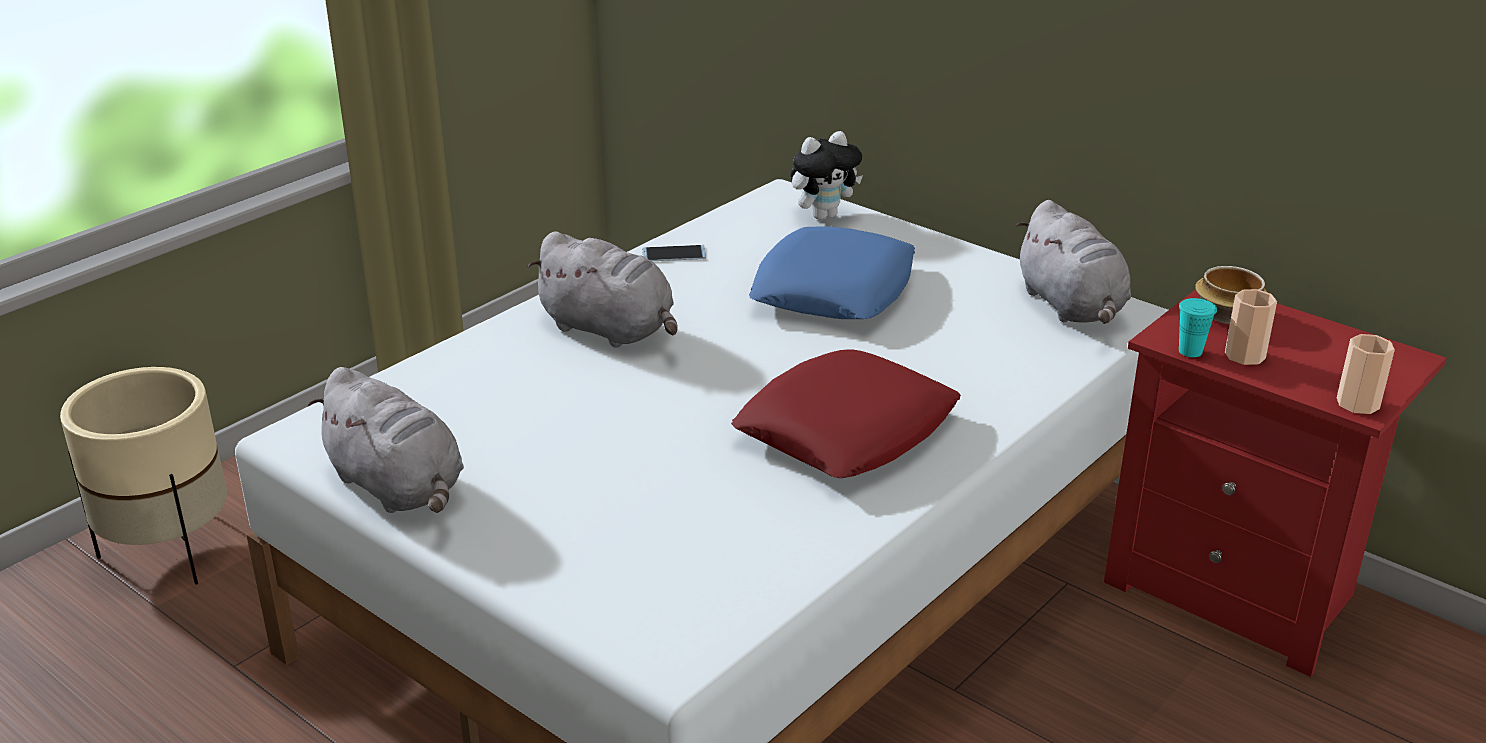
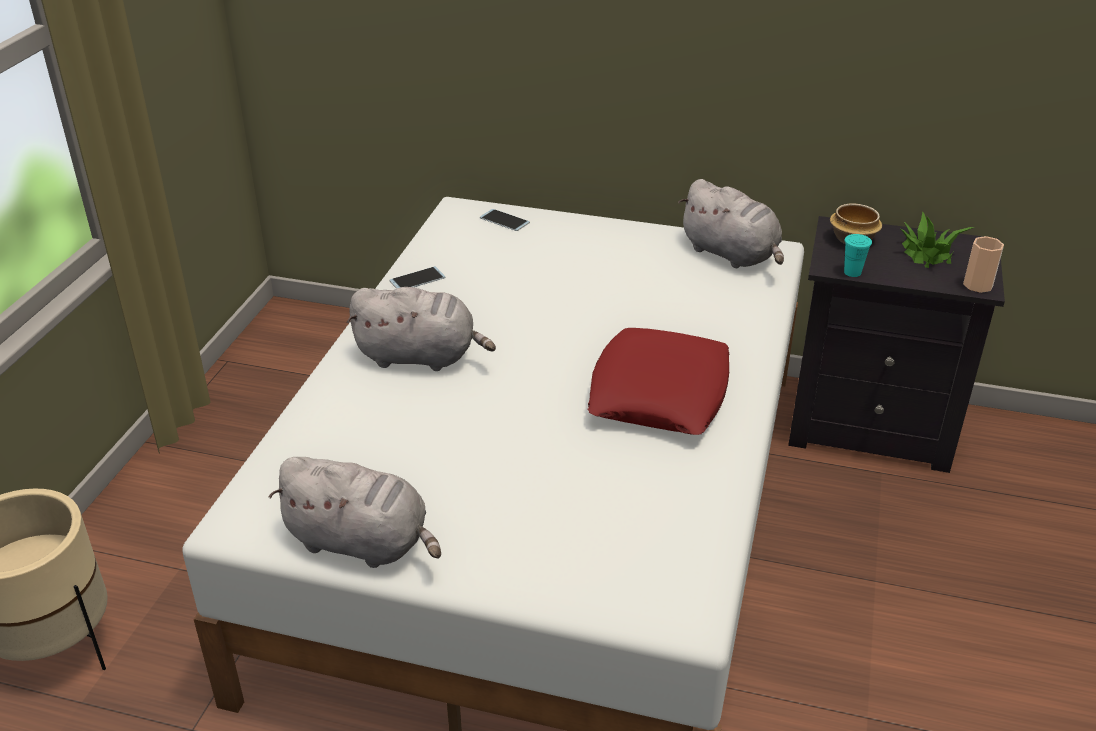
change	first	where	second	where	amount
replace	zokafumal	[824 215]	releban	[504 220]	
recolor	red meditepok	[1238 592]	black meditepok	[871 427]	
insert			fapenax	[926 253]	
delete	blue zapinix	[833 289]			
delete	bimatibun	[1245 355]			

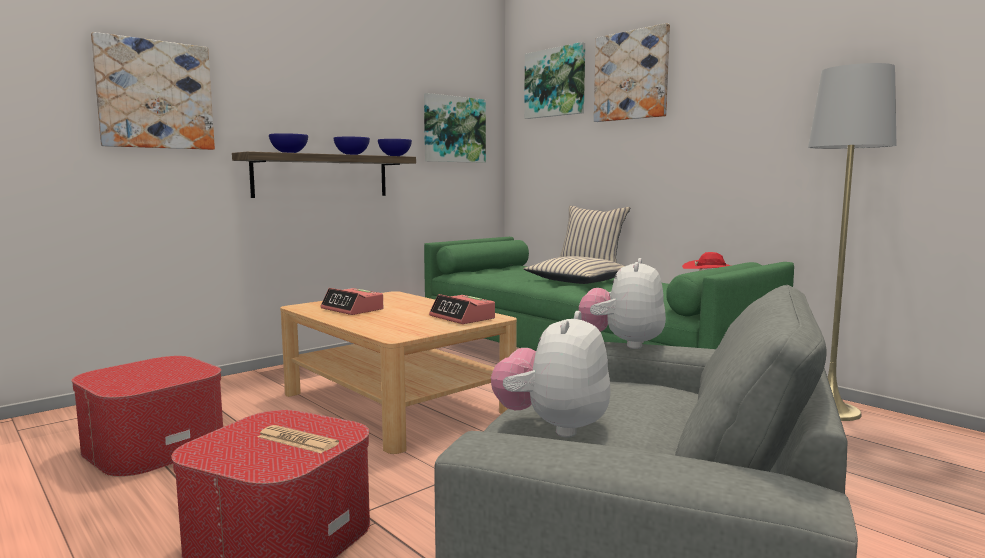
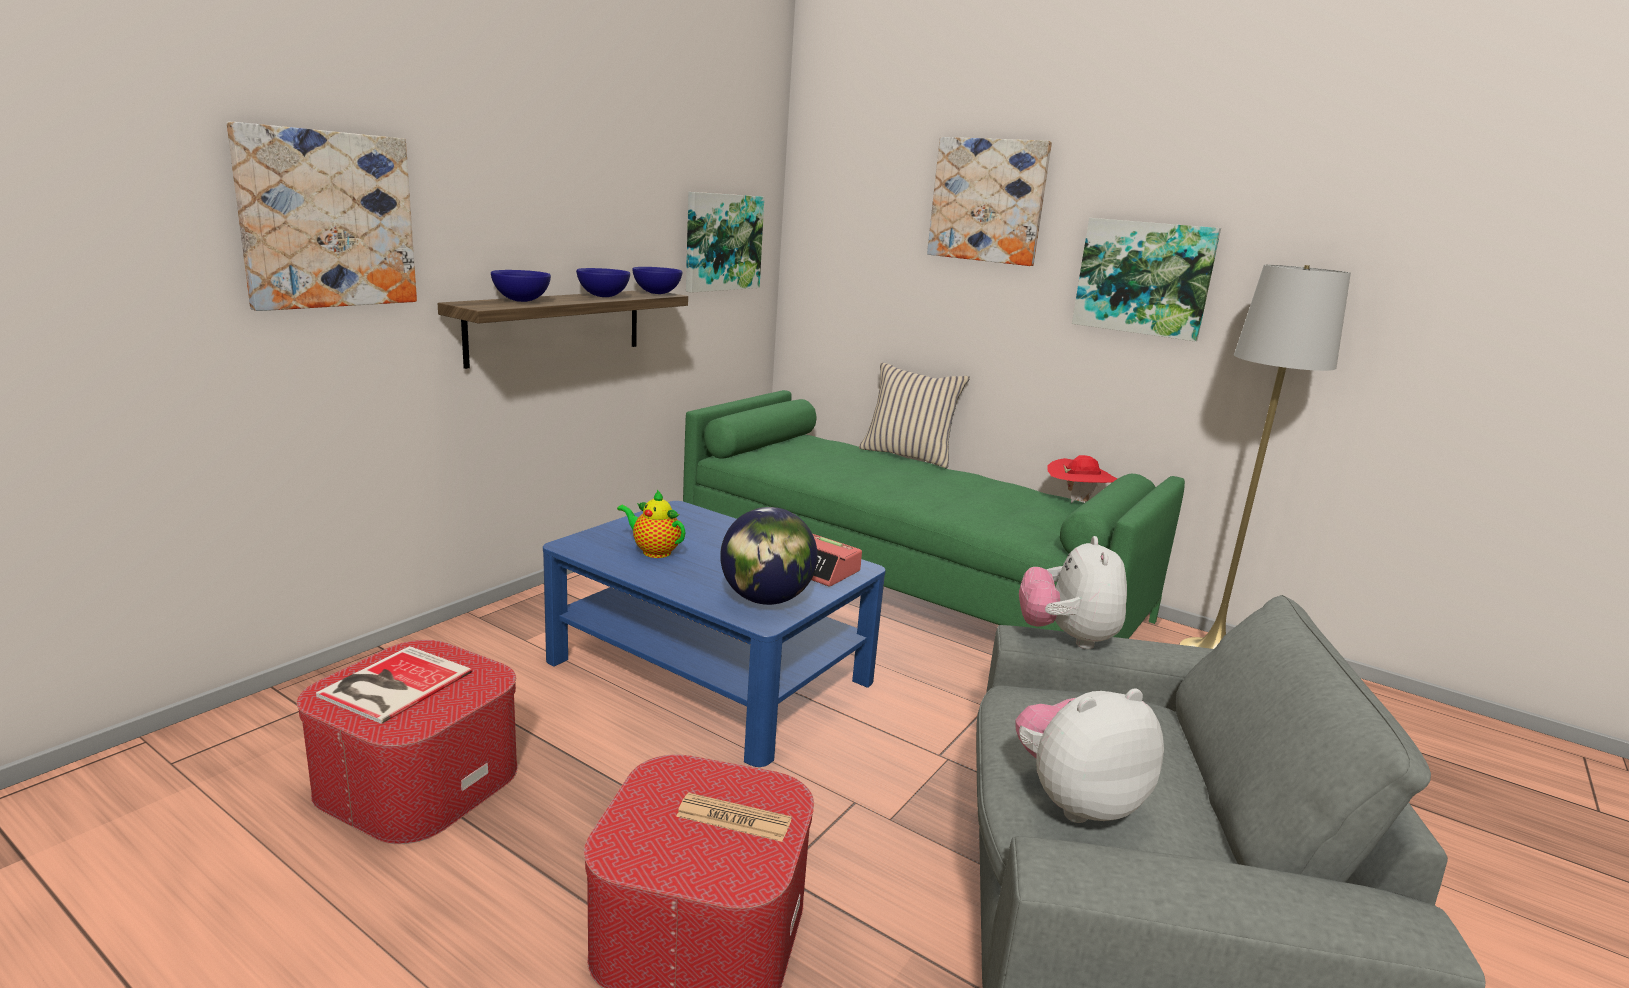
change	first	where	second	where	amount
insert			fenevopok	[392 685]	
recolor	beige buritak	[396 403]	blue buritak	[711 670]	
replace	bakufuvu	[352 309]	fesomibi	[654 551]	
insert			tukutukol	[766 600]	
rotate	zokafumal	[553 427]		[1075 801]	60 degrees clockwise
move	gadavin	[555 82]		[1144 278]	
delete	beige zapinix	[577 281]			

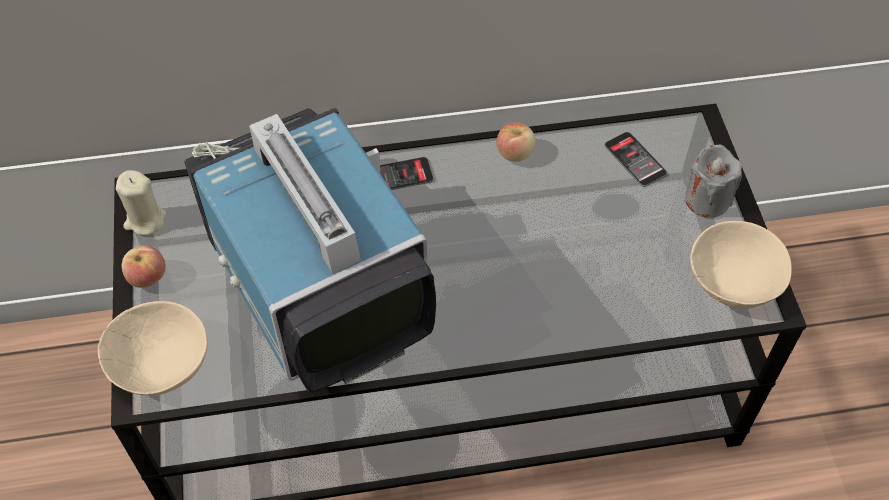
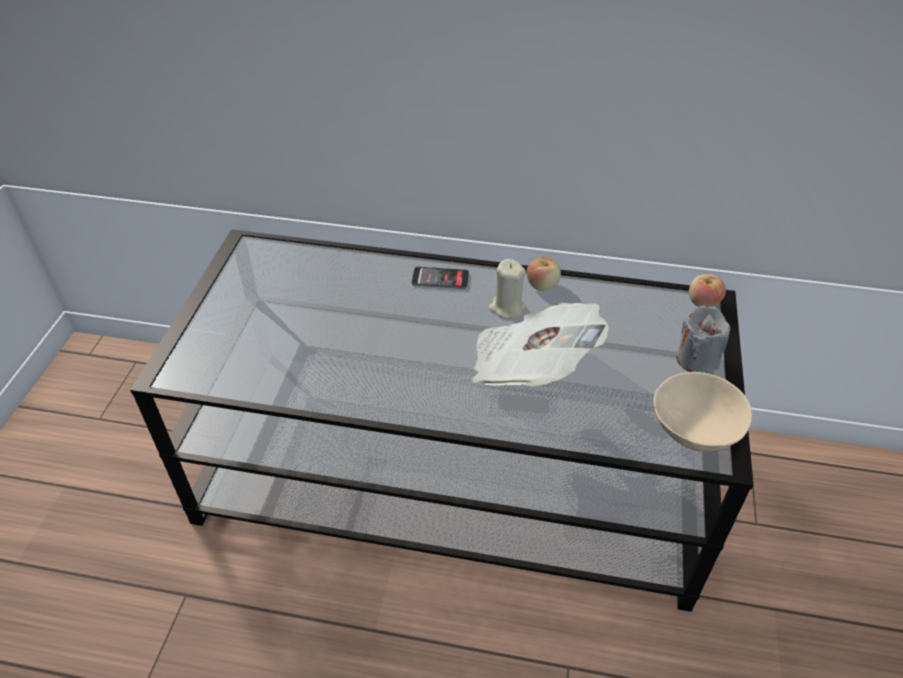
change	first	where	second	where	amount
insert			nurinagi	[530 367]	
move	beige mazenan	[145 220]		[507 307]	
move	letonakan	[147 277]		[702 302]	
delete	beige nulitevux	[160 363]			
delete	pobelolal	[313 274]			
delete	releban	[635 160]			

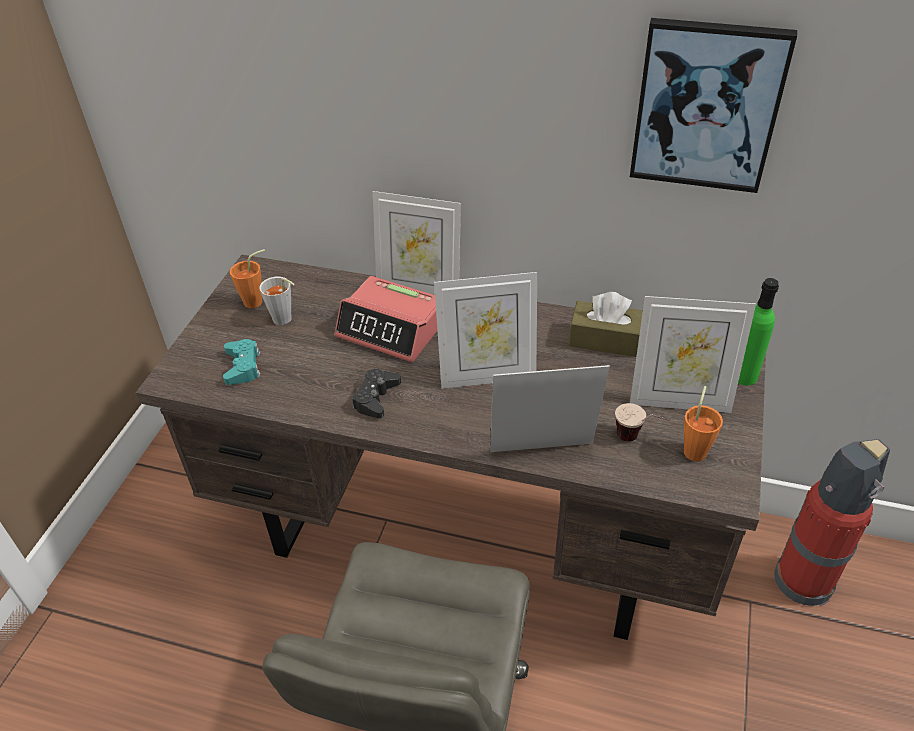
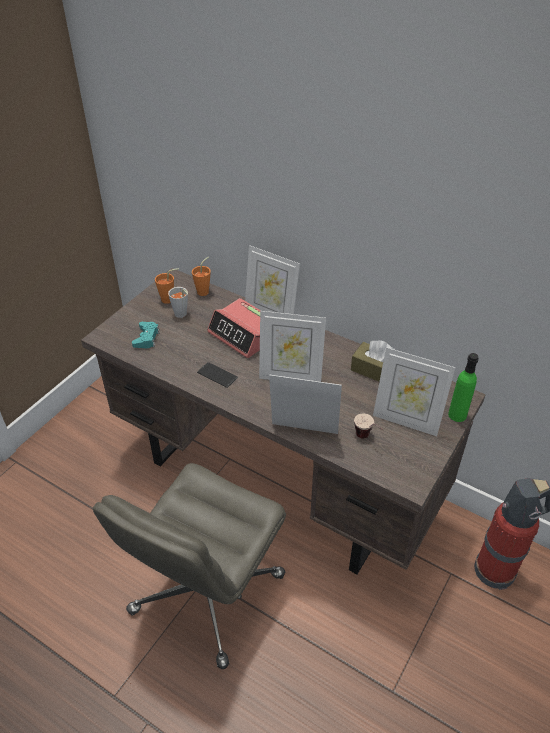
change	first	where	second	where	amount
move	orange bimatibun	[696 448]		[205 291]	
replace	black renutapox	[376 398]	releban	[217 375]	
delete	gadavin	[707 106]			

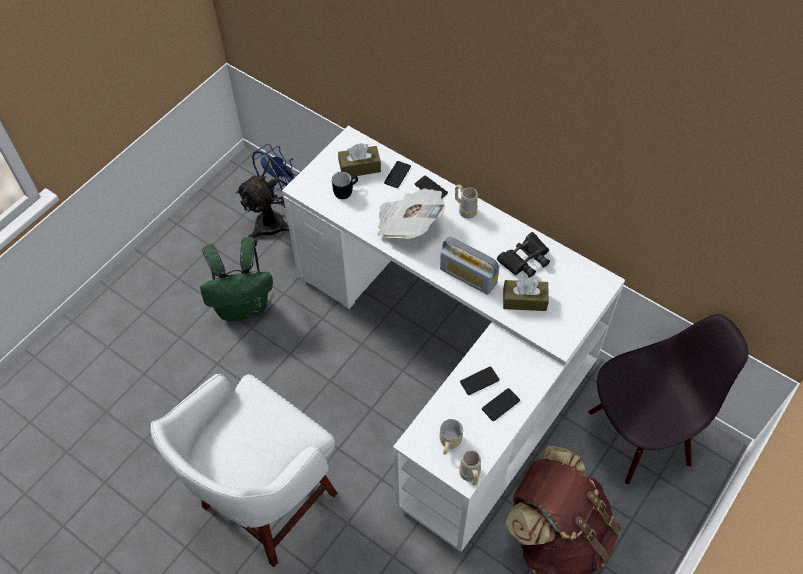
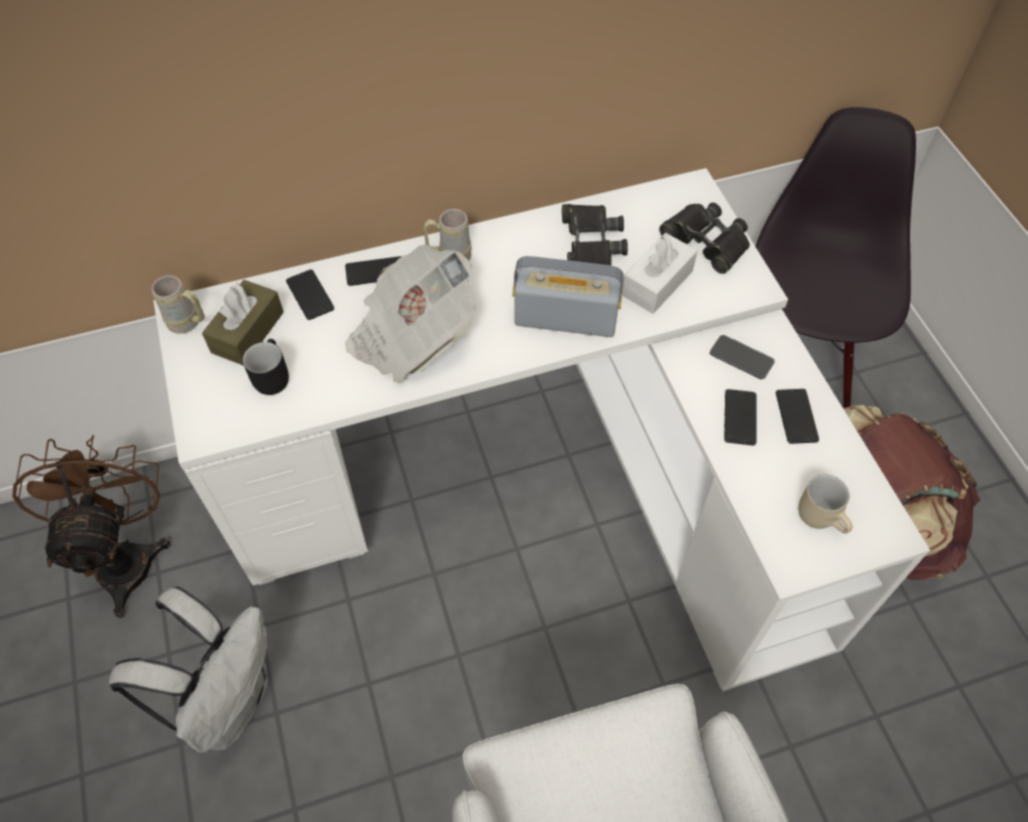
change	first	where	second	where	amount
recolor	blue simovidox	[276 220]	brown simovidox	[126 555]	
recolor	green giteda	[243 306]	white giteda	[228 700]	
move	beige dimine	[470 476]		[189 324]	
rotate	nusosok	[468 276]		[565 319]	150 degrees counterclockwise
recolor	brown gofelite	[524 300]	white gofelite	[657 283]	
insert			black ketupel	[706 241]	
insert			releban	[741 358]	

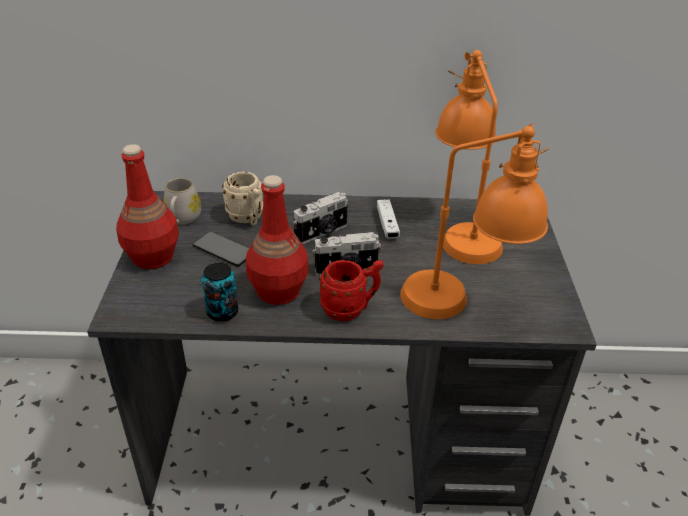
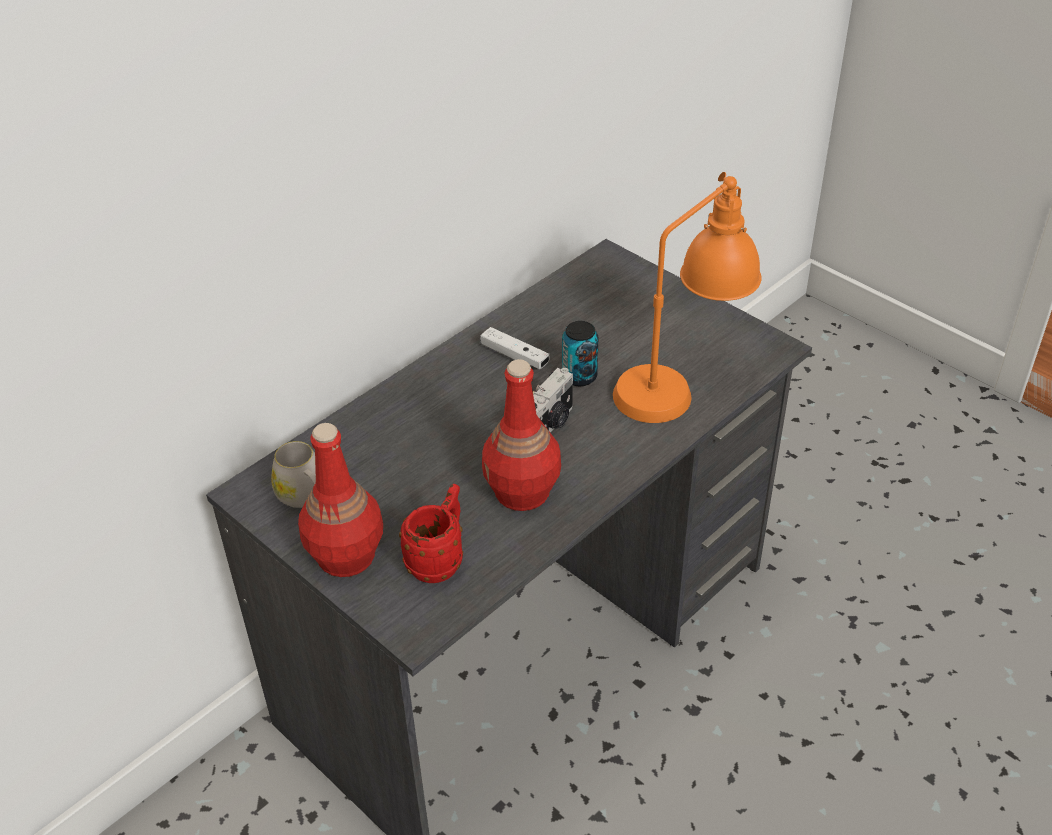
change	first	where	second	where	amount
move	red dimine	[350 308]		[439 559]	
move	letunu	[222 312]		[579 376]	
delete	releban	[223 250]			
delete	beige dimine	[248 219]			
delete	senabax	[322 233]			
delete	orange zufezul	[461 230]			

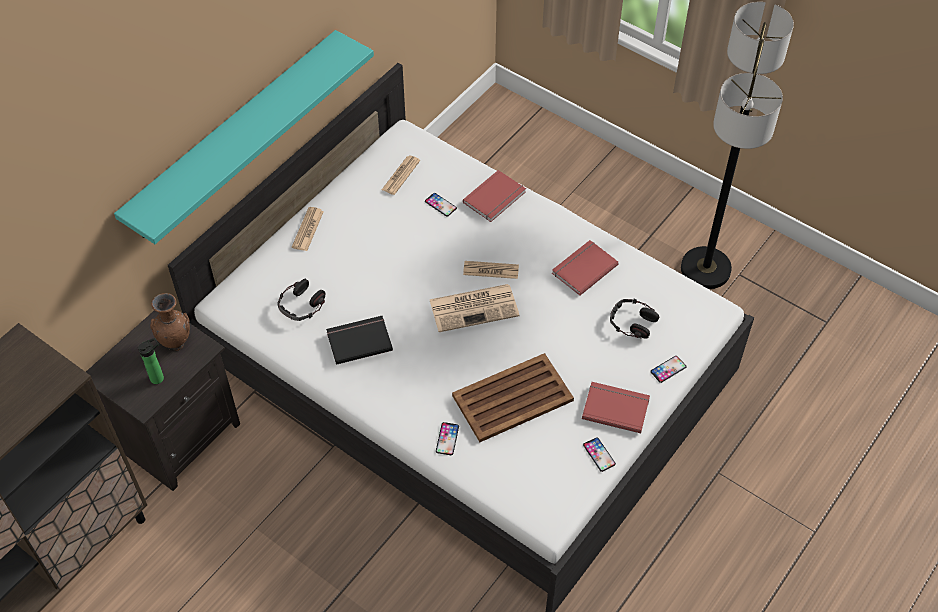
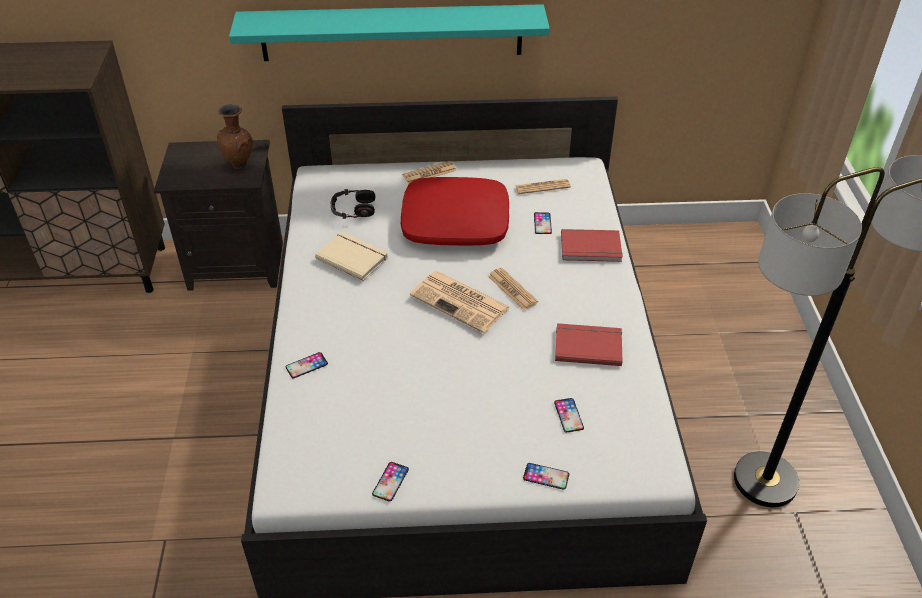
change	first	where	second	where	amount
recolor	black fenevopok	[358 340]	beige fenevopok	[353 257]	
insert			red zapinix	[455 222]	
replace	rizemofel	[632 322]	releban	[568 415]	
delete	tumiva	[159 377]			
delete	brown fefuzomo	[514 398]			
delete	red fenevopok	[615 407]			

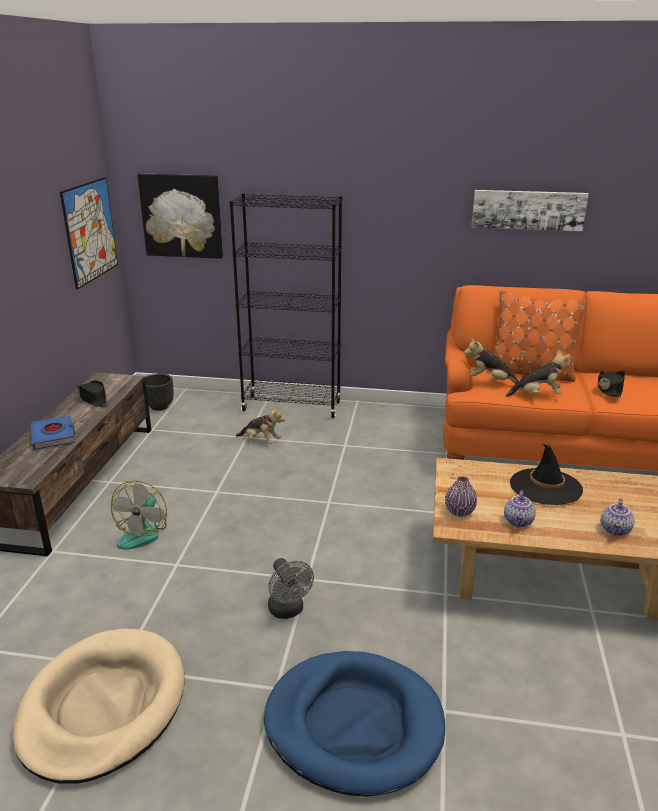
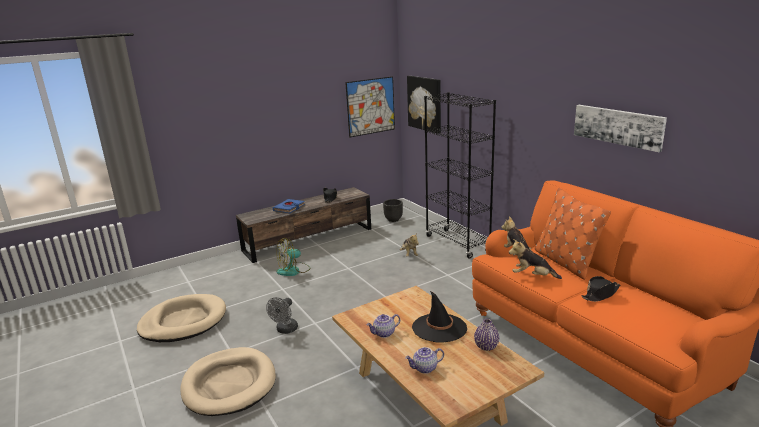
change	first	where	second	where	amount
recolor	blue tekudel	[354 724]	beige tekudel	[229 384]	
move	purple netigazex	[459 511]		[486 347]	
rotate	zokafumal	[537 395]		[532 276]	150 degrees clockwise

